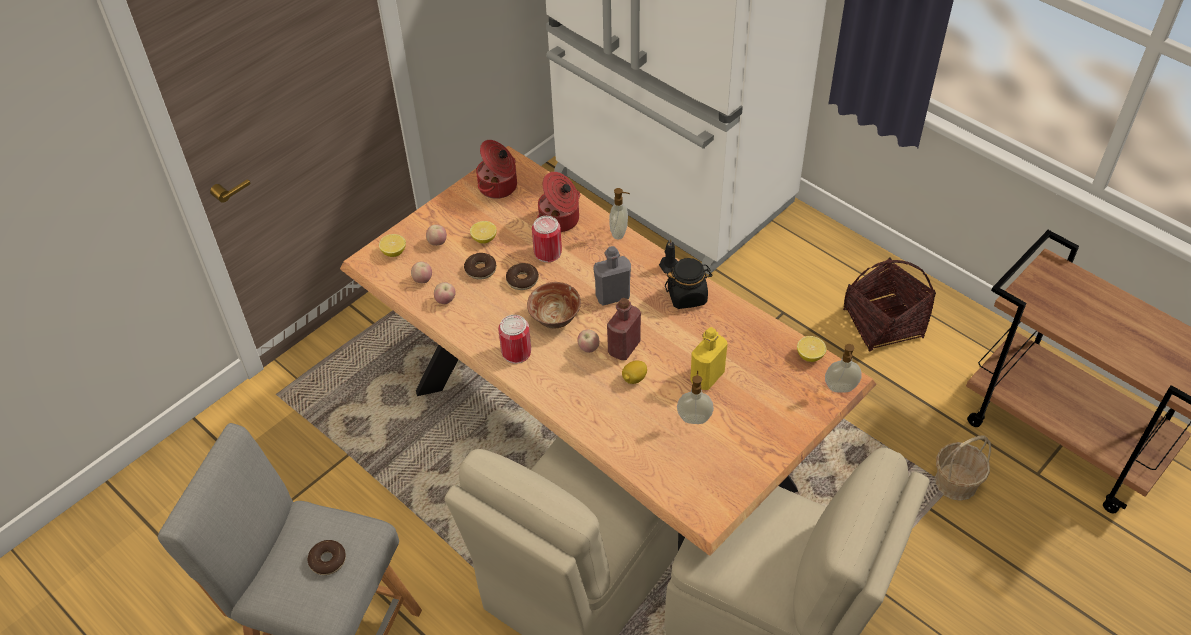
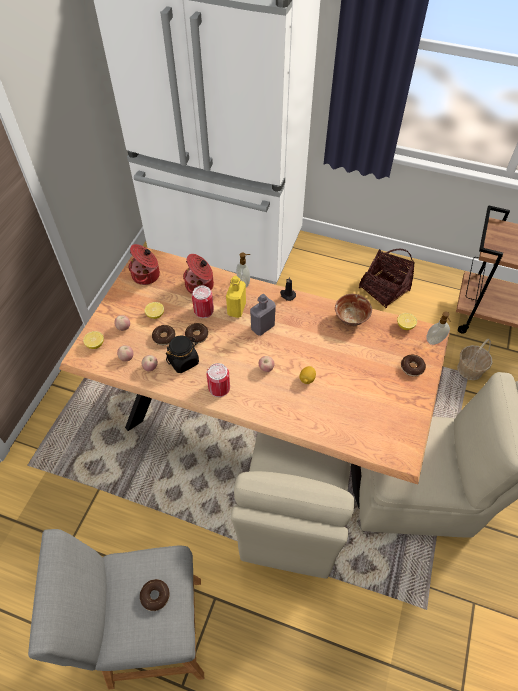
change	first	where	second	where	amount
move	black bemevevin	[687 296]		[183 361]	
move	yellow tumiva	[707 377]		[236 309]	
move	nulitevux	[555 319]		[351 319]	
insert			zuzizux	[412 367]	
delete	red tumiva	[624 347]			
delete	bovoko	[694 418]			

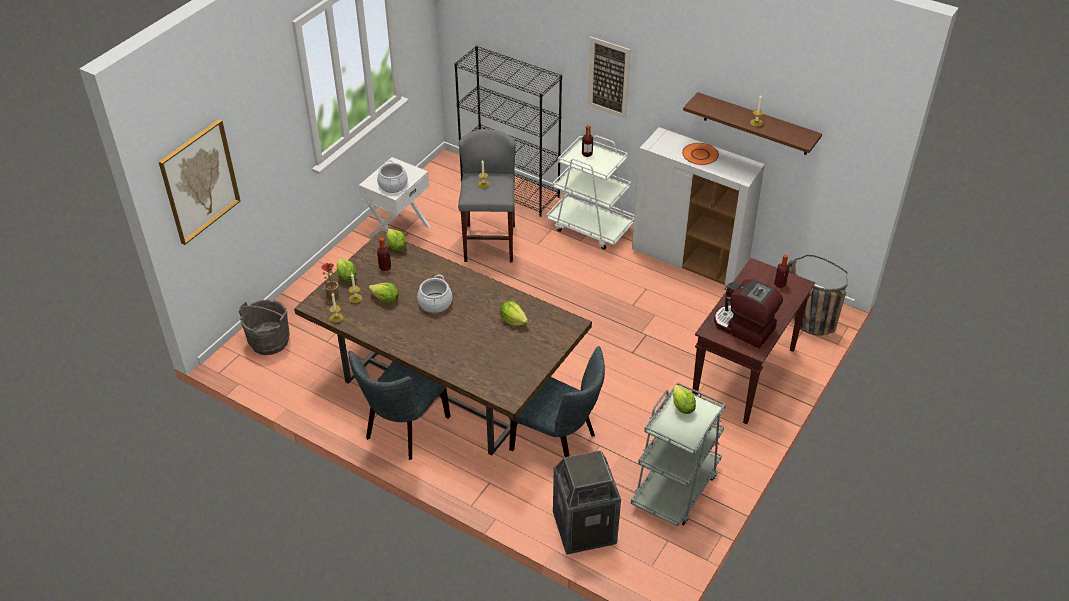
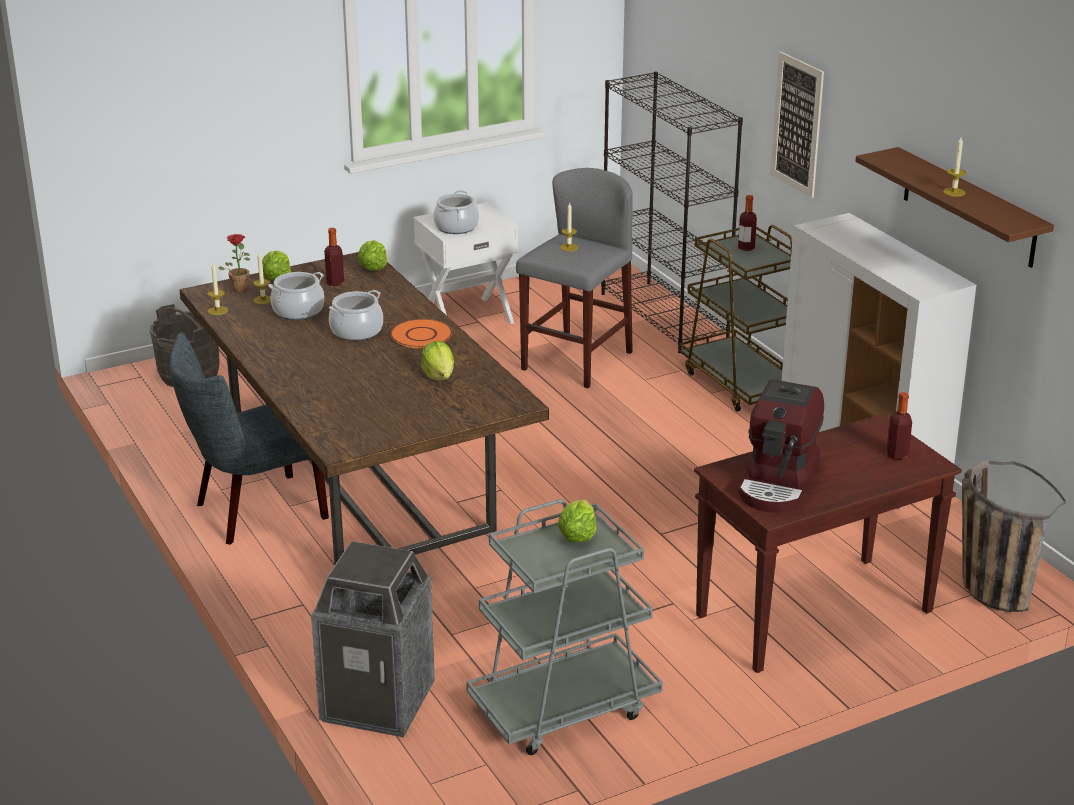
change	first	where	second	where	amount
replace	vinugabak	[385 299]	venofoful	[298 311]	
move	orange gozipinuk	[700 155]		[420 335]	
recolor	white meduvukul	[590 227]	brown meduvukul	[741 383]	
rotate	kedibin	[743 328]		[779 484]	135 degrees counterclockwise
delete	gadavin	[199 181]			
delete	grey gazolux	[558 443]			

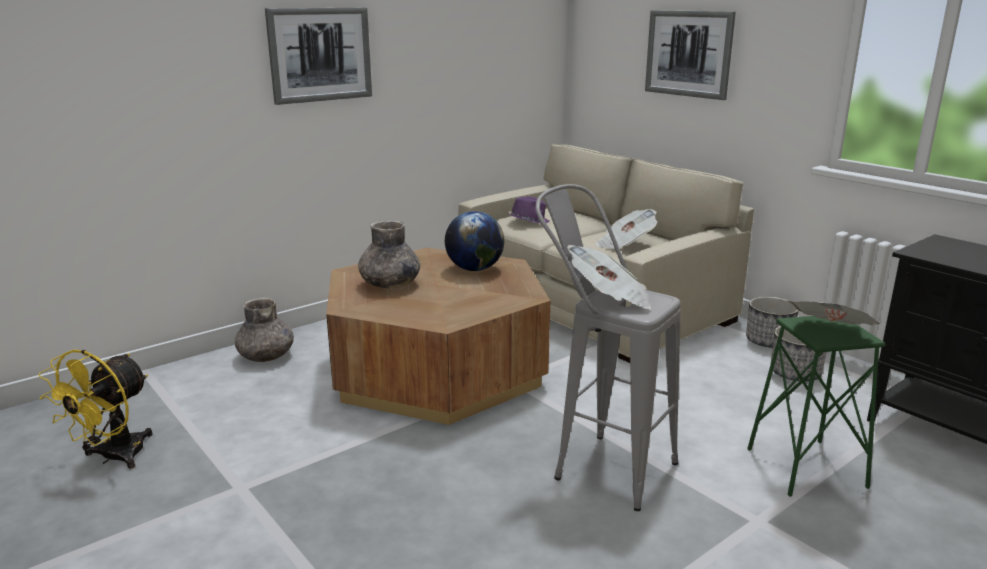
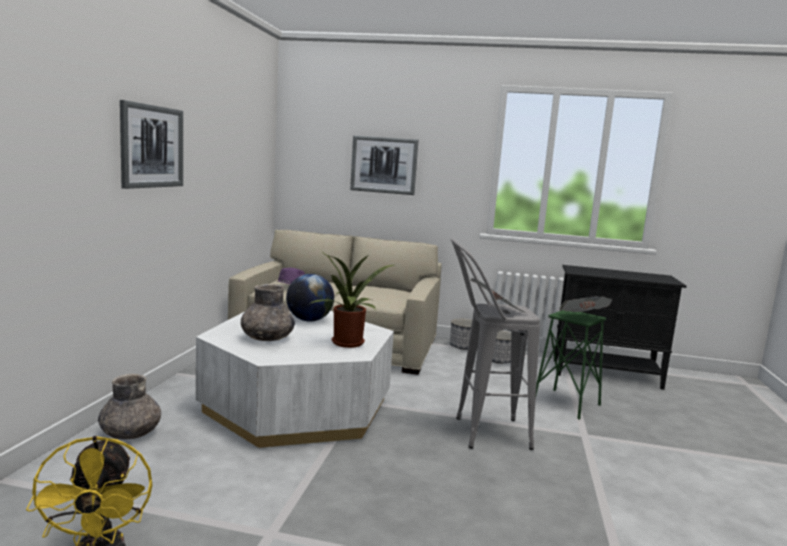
change	first	where	second	where	amount
recolor	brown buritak	[438 369]	white buritak	[297 406]	
insert			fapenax	[349 344]	
delete	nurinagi	[625 245]			

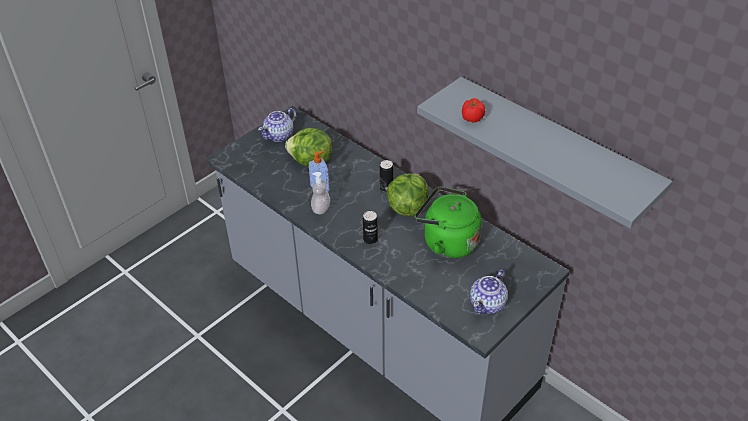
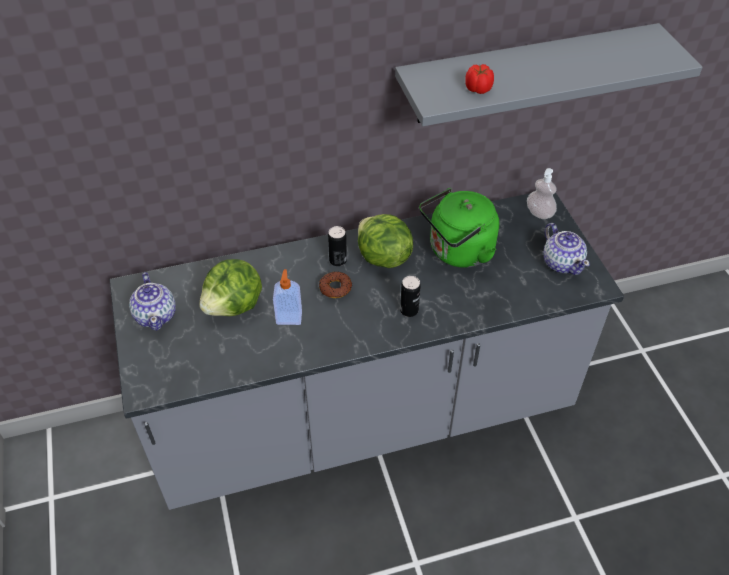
change	first	where	second	where	amount
insert			zuzizux	[335 288]	
move	bovoko	[321 209]		[539 213]	

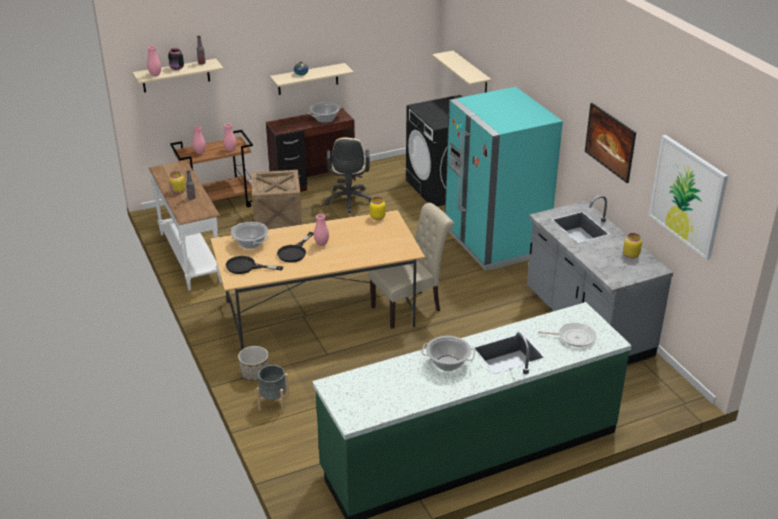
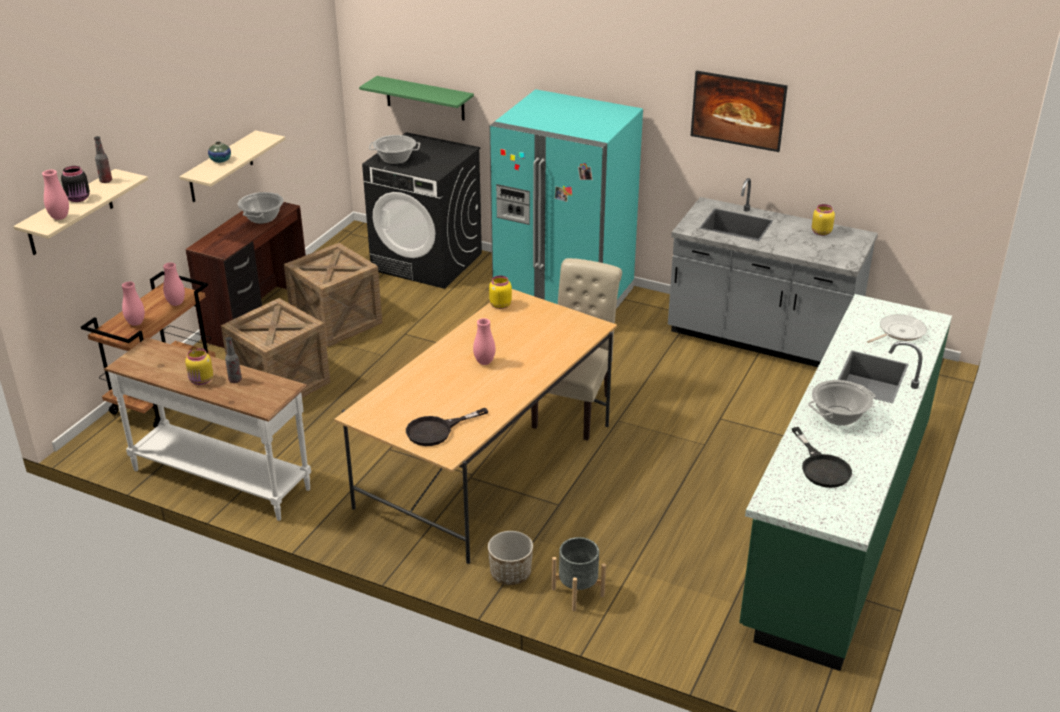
change	first	where	second	where	amount
replace	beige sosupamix	[349 201]	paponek	[336 322]	
recolor	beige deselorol	[471 74]	green deselorol	[425 98]	
move	venofoful	[250 243]		[395 159]	
move	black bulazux	[294 252]		[821 467]	
delete	gadavin	[687 196]			

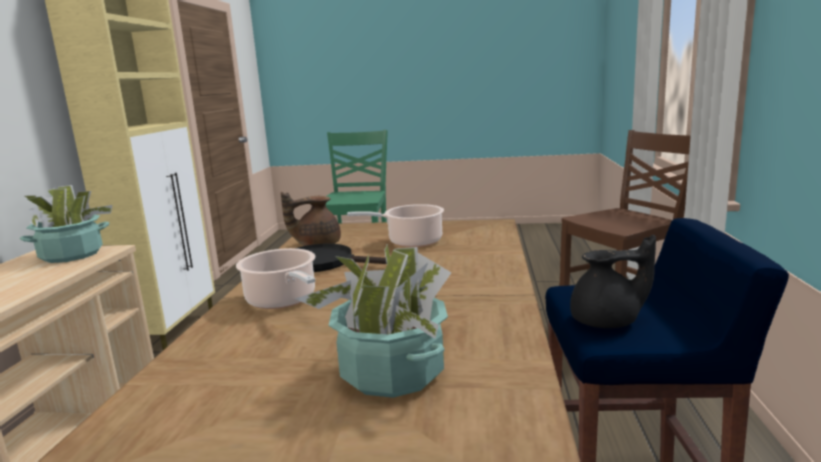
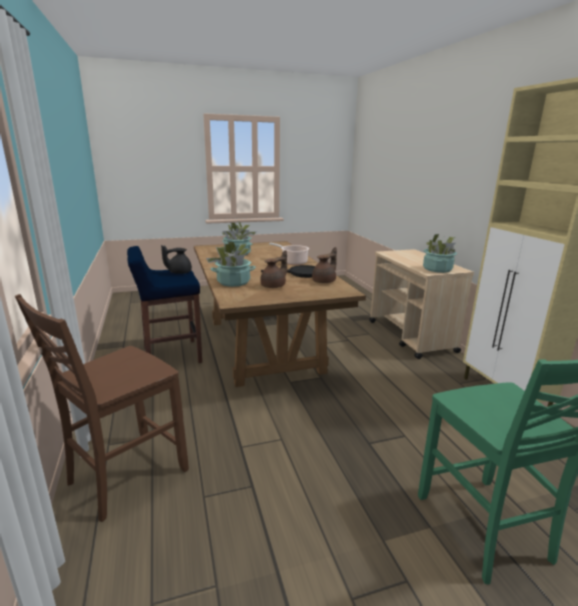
change	first	where	second	where	amount
insert			fapenax	[233 282]	
replace	venofoful	[411 242]	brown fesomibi	[274 286]	

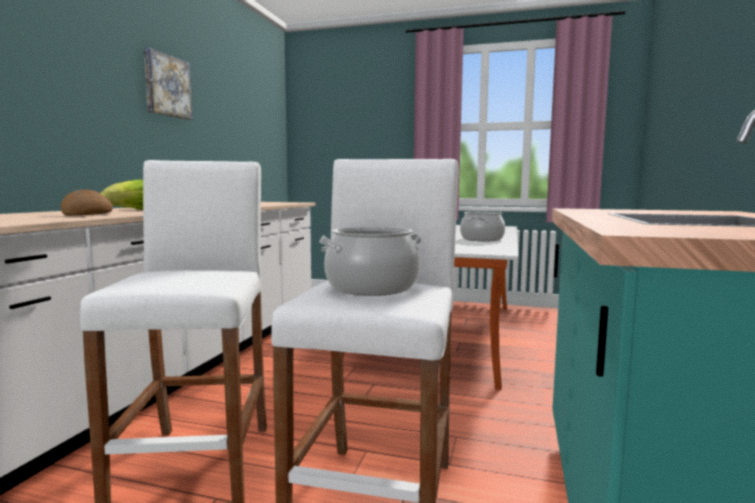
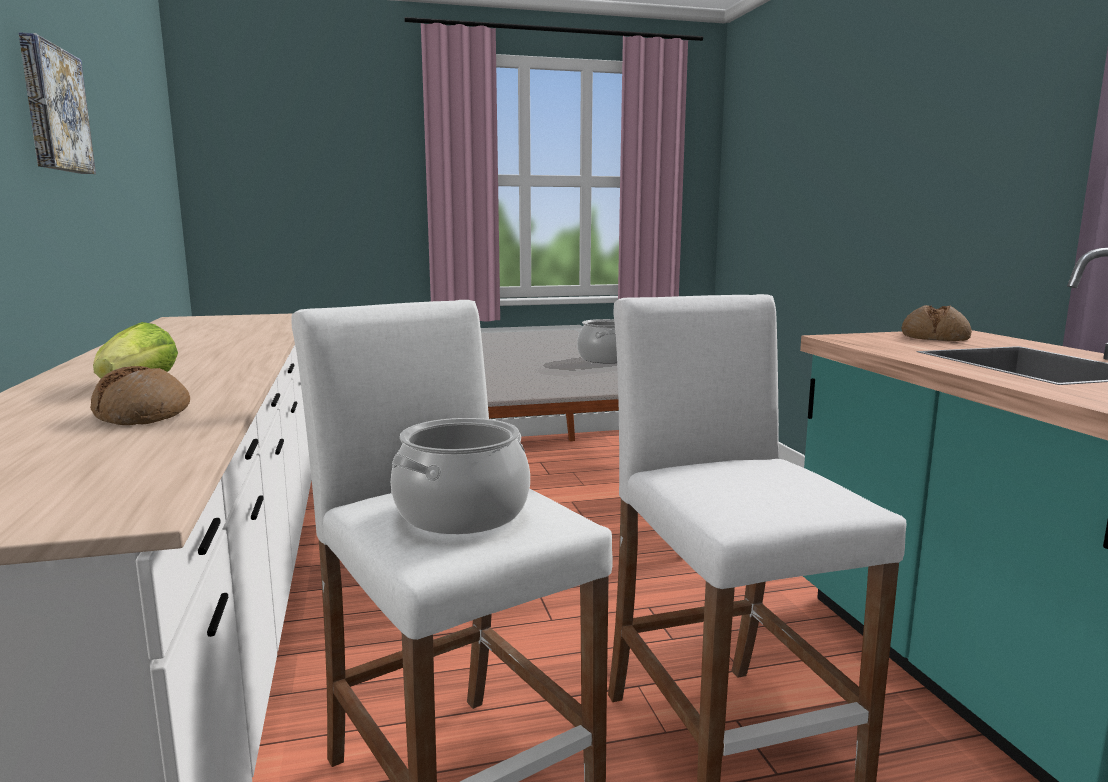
change	first	where	second	where	amount
move	venofoful	[372 288]		[462 513]	
insert			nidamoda	[934 337]	

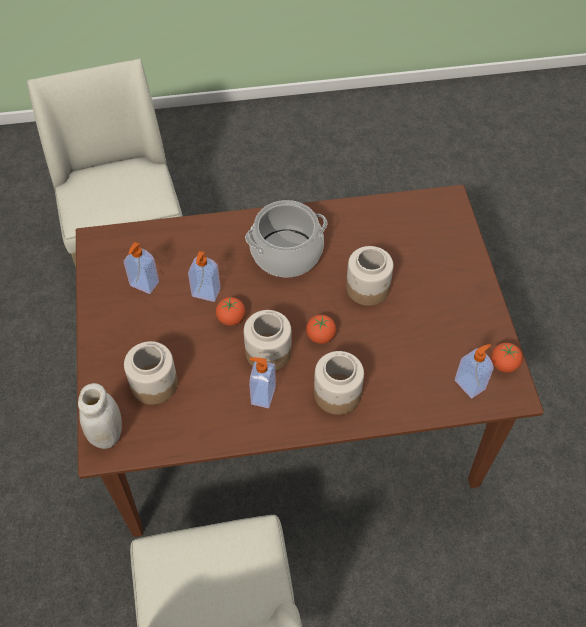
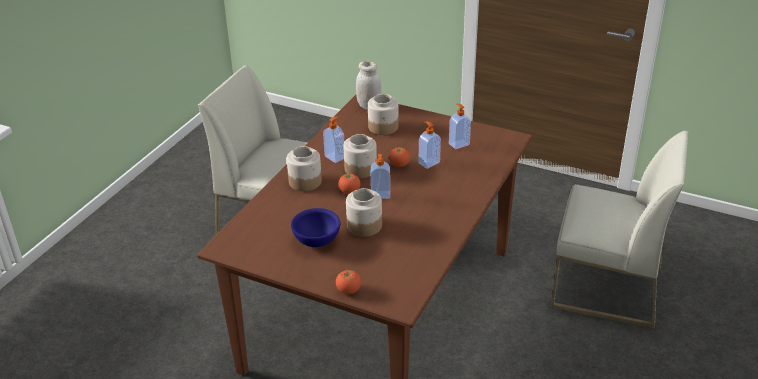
change	first	where	second	where	amount
insert			blue nulitevux	[317 241]	
move	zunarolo	[503 364]		[348 290]	
move	bovoko	[470 384]		[380 195]	
delete	venofoful	[286 254]			

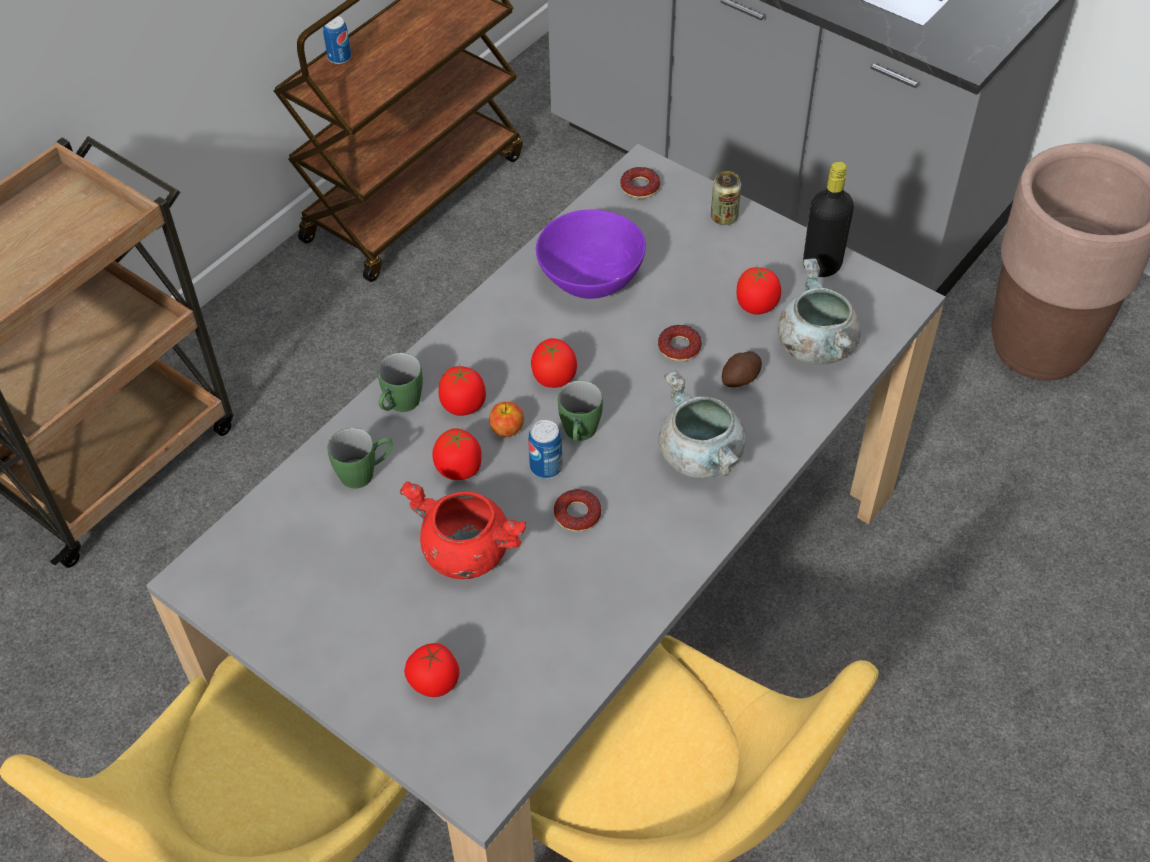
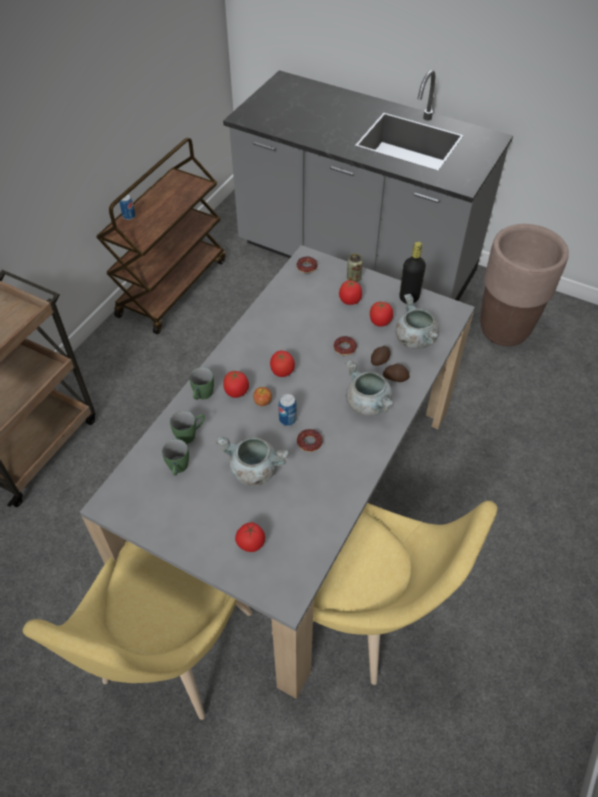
change	first	where	second	where	amount
move	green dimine	[579 434]		[178 469]	
recolor	red venofoful	[465 552]	grey venofoful	[253 470]	
move	zunarolo	[459 469]		[350 301]	
insert			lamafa	[395 377]	
delete	purple nulitevux	[590 276]			

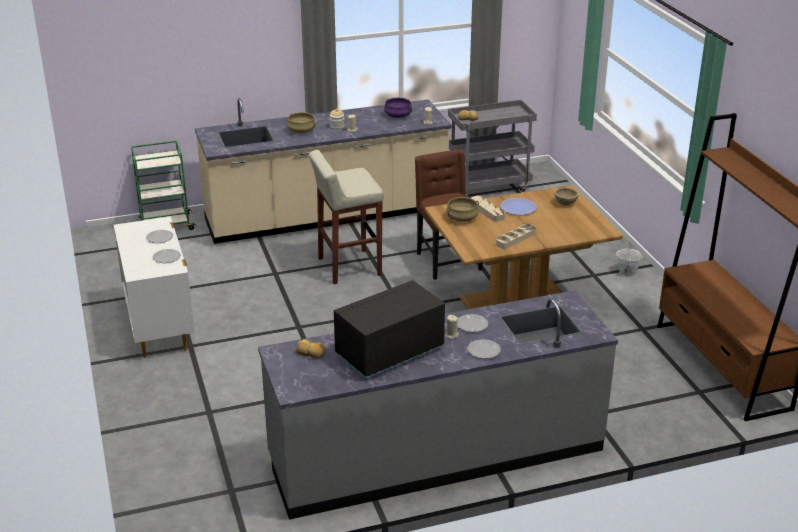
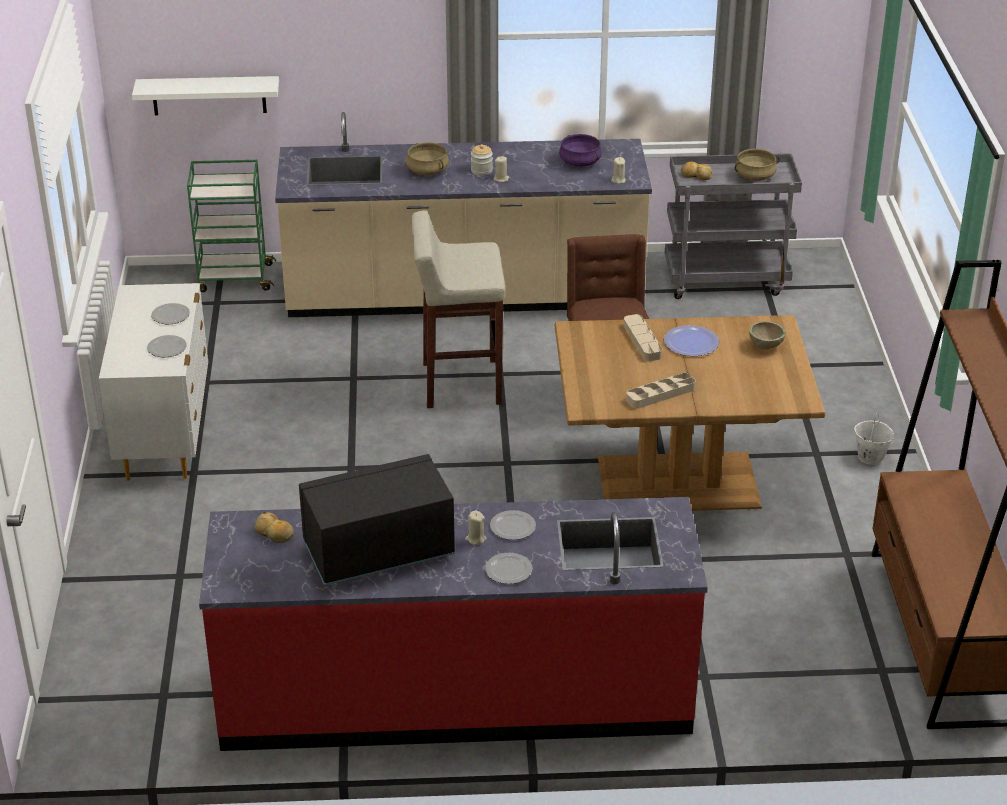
change	first	where	second	where	amount
insert			white deselorol	[209 95]	
recolor	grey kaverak	[436 454]	red kaverak	[455 695]	
move	beige venofoful	[462 218]		[755 176]	

